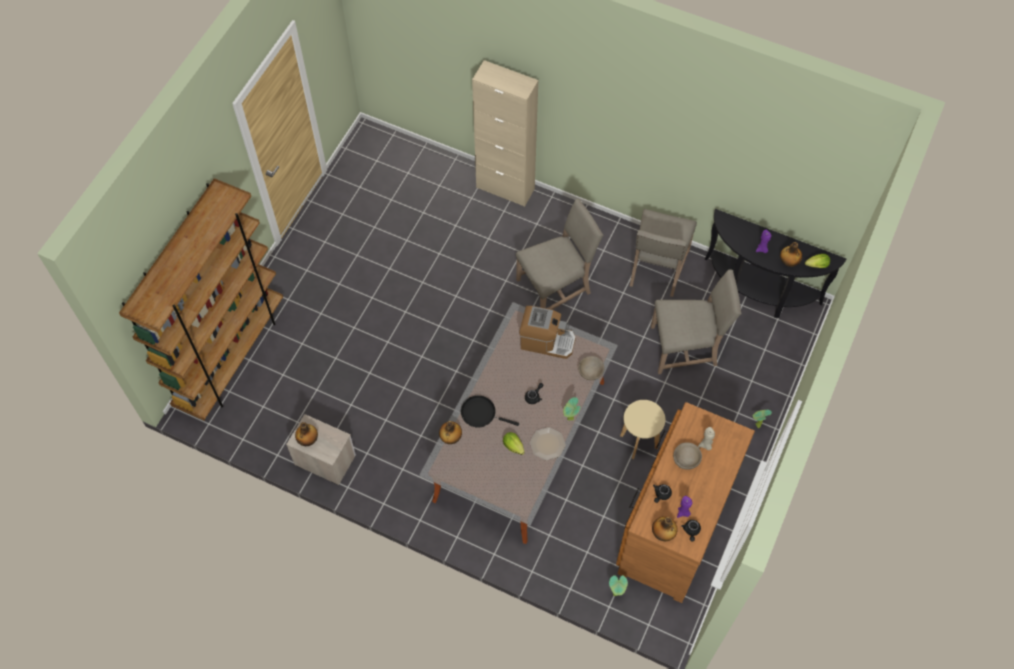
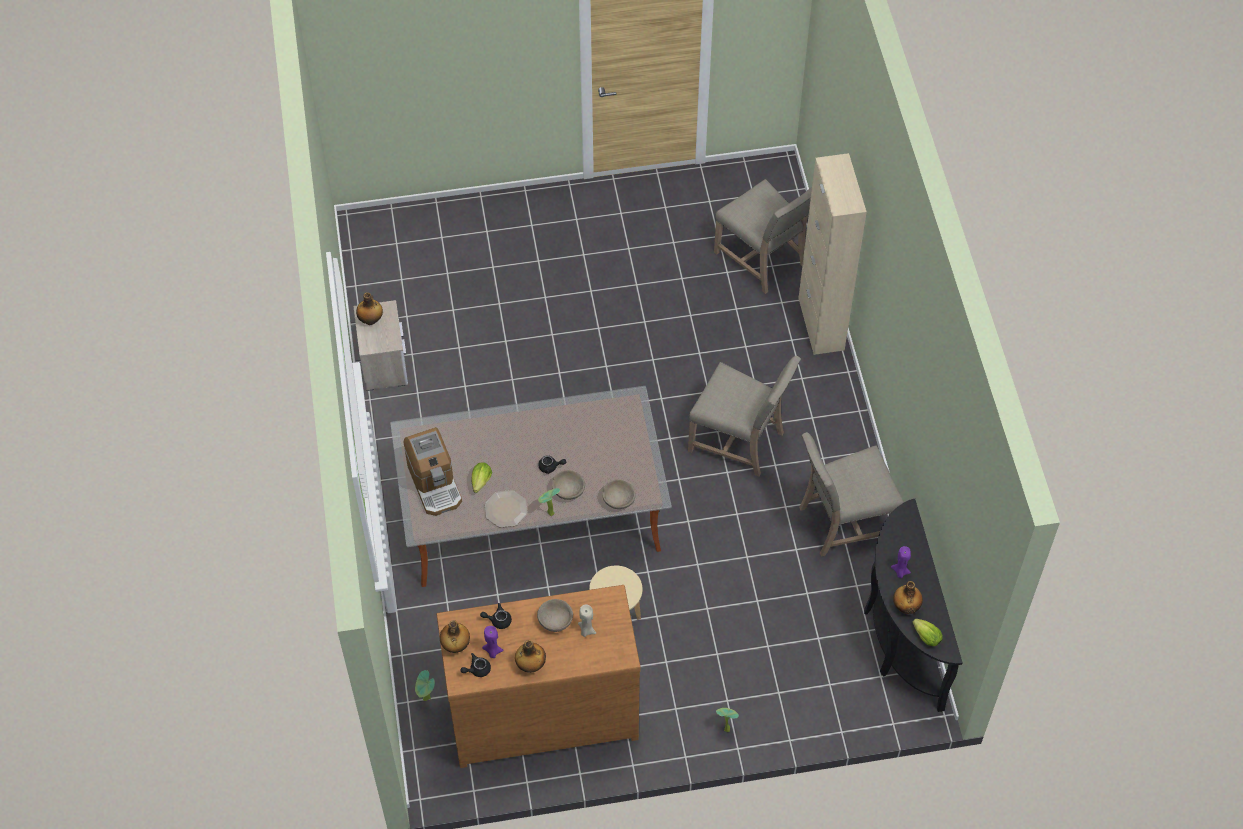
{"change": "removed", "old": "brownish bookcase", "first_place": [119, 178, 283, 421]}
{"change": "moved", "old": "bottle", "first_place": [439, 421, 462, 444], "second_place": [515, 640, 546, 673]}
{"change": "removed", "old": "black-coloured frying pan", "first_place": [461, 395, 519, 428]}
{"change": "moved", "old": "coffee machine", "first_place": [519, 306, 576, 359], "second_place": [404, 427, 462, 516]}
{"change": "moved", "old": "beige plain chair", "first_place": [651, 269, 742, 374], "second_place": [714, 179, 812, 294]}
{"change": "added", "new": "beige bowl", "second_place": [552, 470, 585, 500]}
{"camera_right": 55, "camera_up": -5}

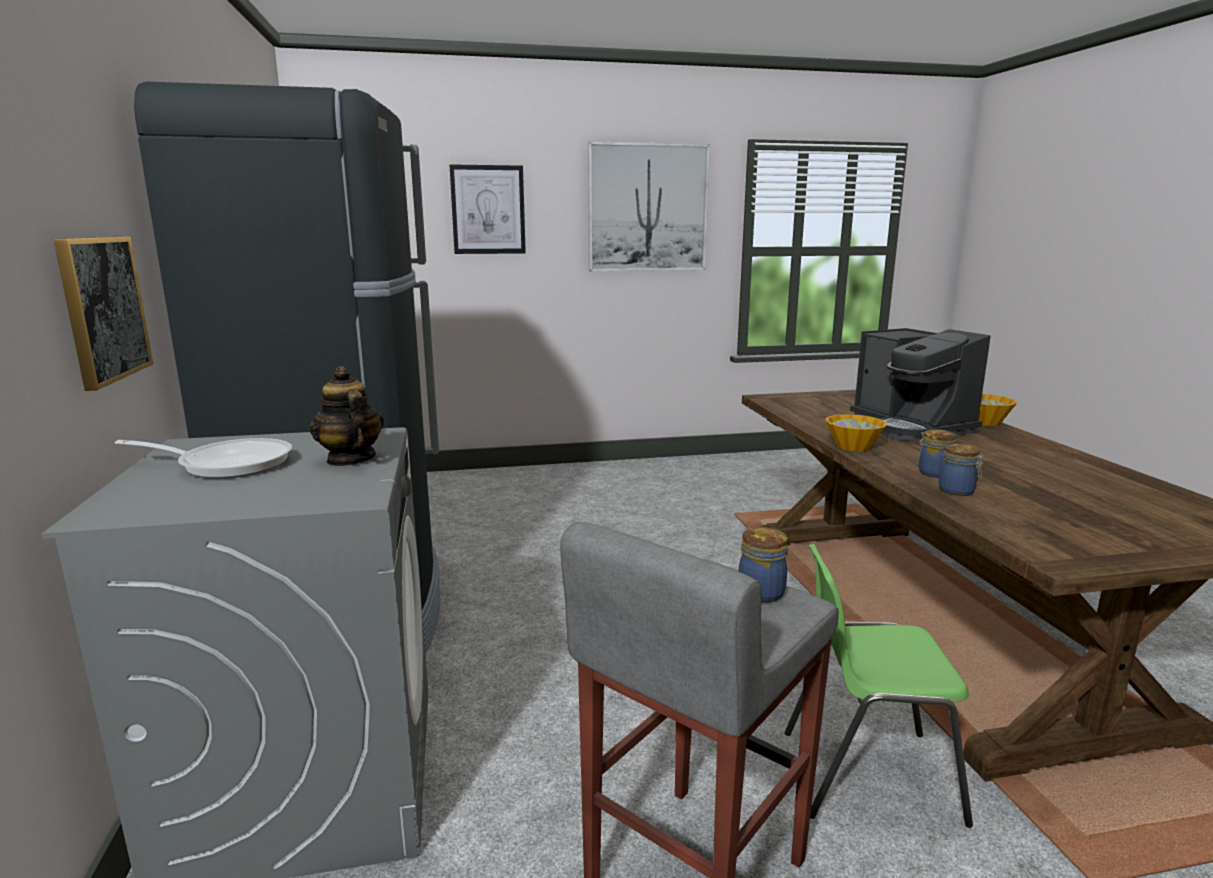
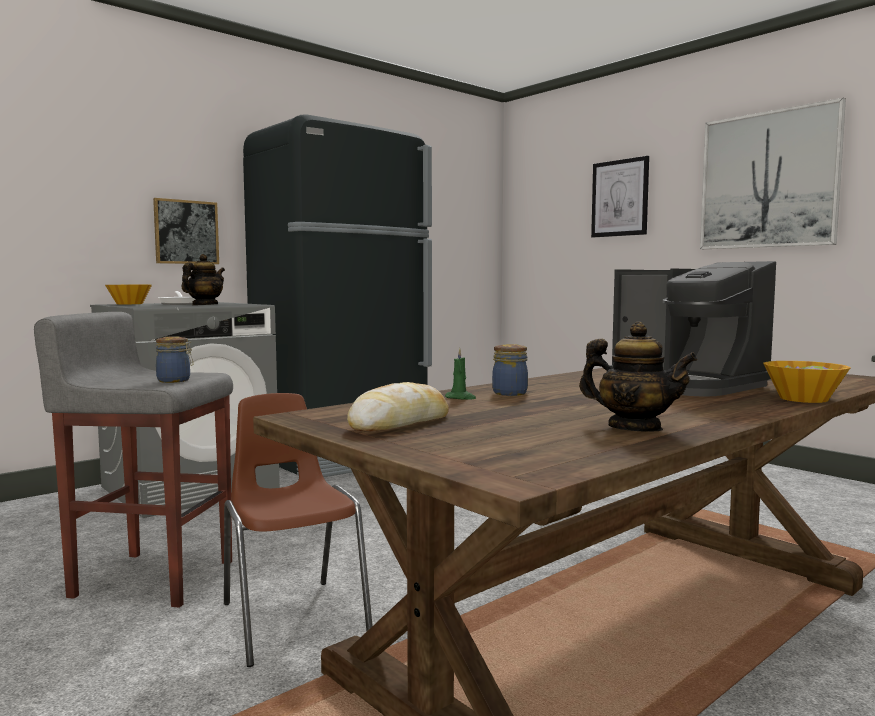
{"change": "recoloured", "old": "green plain chair", "new": "brownish plain chair", "first_place": [785, 544, 973, 828], "second_place": [224, 393, 373, 667]}
{"change": "moved", "old": "bowl", "first_place": [825, 414, 887, 451], "second_place": [105, 285, 152, 304]}
{"change": "turned", "old": "coffee machine", "first_place": [850, 328, 991, 441], "second_place": [609, 261, 776, 397], "degrees": -75}
{"change": "replaced", "old": "jar", "new": "green candle", "first_place": [939, 444, 984, 496], "second_place": [445, 348, 476, 400]}
{"change": "added", "new": "baked bread", "second_place": [347, 382, 449, 432]}
{"change": "added", "new": "tea pot", "second_place": [579, 322, 698, 432]}
{"camera_right": 60, "camera_up": -10}

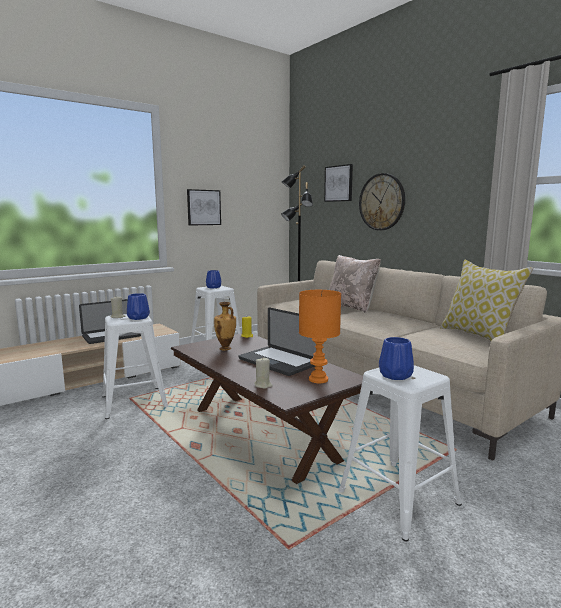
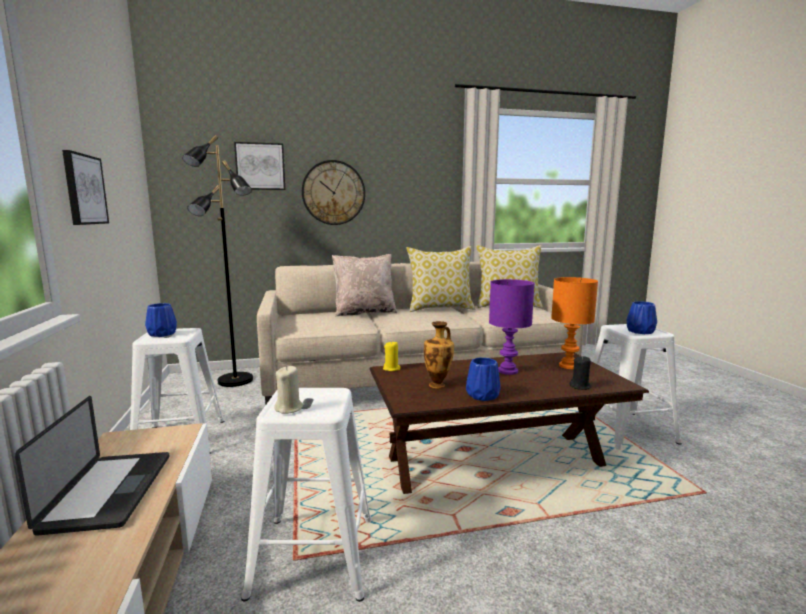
{"change": "moved", "old": "blue-coloured flower vase", "first_place": [127, 293, 150, 320], "second_place": [466, 358, 500, 401]}
{"change": "replaced", "old": "notebook computer", "new": "purple-coloured lamp for a table", "first_place": [239, 307, 316, 376], "second_place": [489, 279, 535, 375]}
{"change": "recoloured", "old": "beige candle", "new": "black-coloured candle", "first_place": [254, 358, 273, 389], "second_place": [570, 356, 591, 390]}
{"change": "added", "new": "cushion", "second_place": [406, 246, 475, 312]}
{"camera_right": -65, "camera_up": 0}

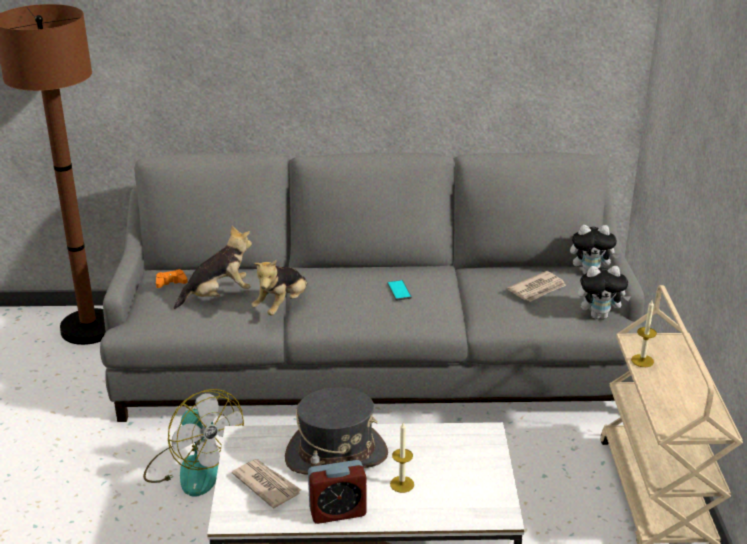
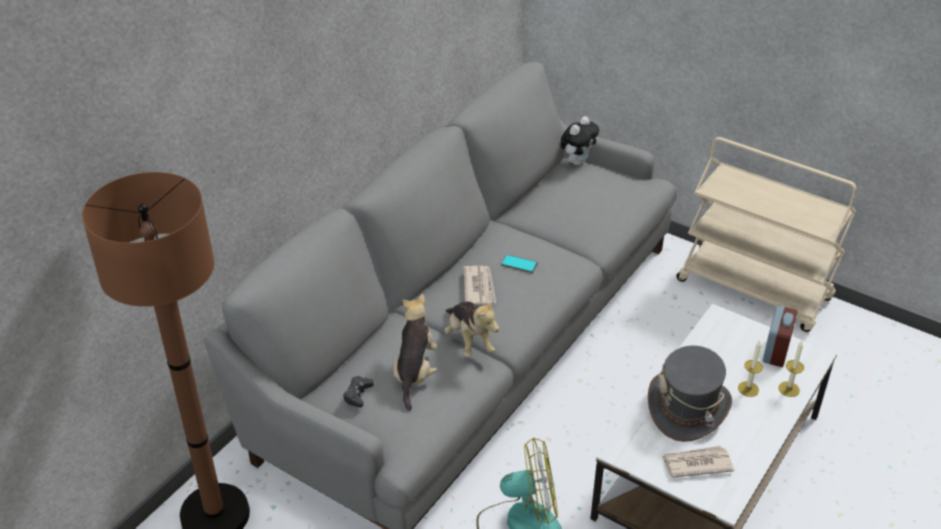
{"change": "recoloured", "old": "orange joypad", "new": "black-coloured joypad", "first_place": [156, 269, 188, 288], "second_place": [343, 376, 374, 407]}
{"change": "moved", "old": "table clock", "first_place": [308, 460, 367, 524], "second_place": [763, 306, 797, 367]}
{"change": "moved", "old": "printed paper", "first_place": [507, 271, 566, 302], "second_place": [463, 266, 496, 305]}
{"change": "removed", "old": "soft toy", "first_place": [578, 266, 631, 319]}
{"change": "moved", "old": "candle", "first_place": [631, 300, 657, 367], "second_place": [778, 341, 804, 397]}
{"camera_right": -55, "camera_up": 10}

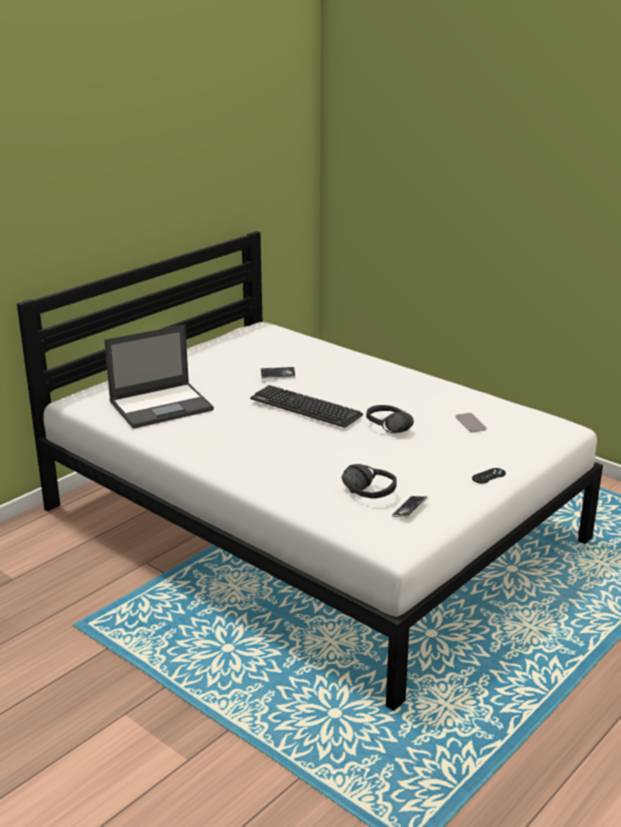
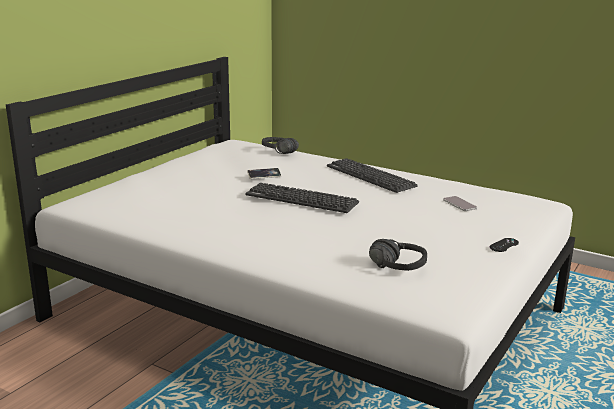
{"change": "removed", "old": "notebook computer", "first_place": [104, 325, 214, 429]}
{"change": "moved", "old": "black-coloured pair of headphones", "first_place": [366, 405, 414, 433], "second_place": [262, 137, 299, 154]}
{"change": "removed", "old": "handset", "first_place": [392, 496, 428, 518]}
{"change": "added", "new": "keyboard", "second_place": [327, 158, 417, 193]}
{"camera_right": -10, "camera_up": -5}

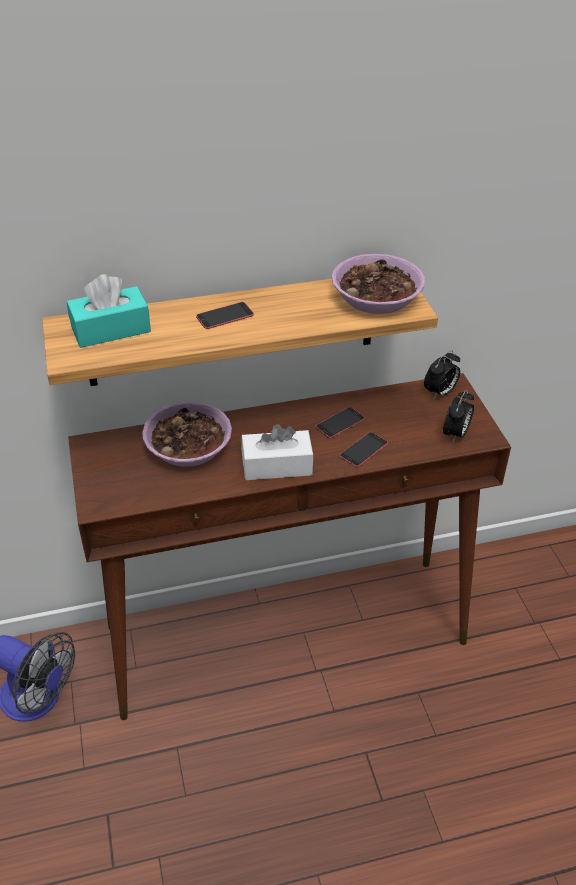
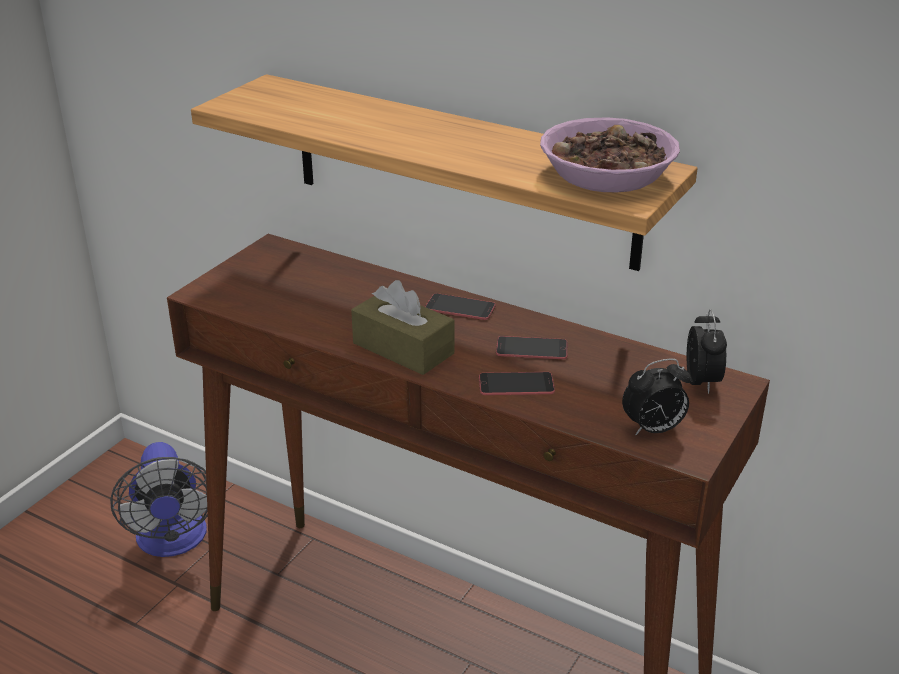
{"change": "removed", "old": "blue-green tissue holder", "first_place": [67, 274, 151, 348]}
{"change": "removed", "old": "bowl", "first_place": [142, 402, 232, 466]}
{"change": "moved", "old": "handset", "first_place": [196, 302, 254, 329], "second_place": [425, 293, 496, 320]}
{"change": "recoloured", "old": "white-coloured tissue holder", "new": "brownish tissue holder", "first_place": [241, 424, 313, 480], "second_place": [351, 280, 454, 375]}
{"change": "turned", "old": "table clock", "first_place": [424, 350, 460, 398], "second_place": [687, 309, 727, 394], "degrees": -90}
{"camera_right": 45, "camera_up": -10}

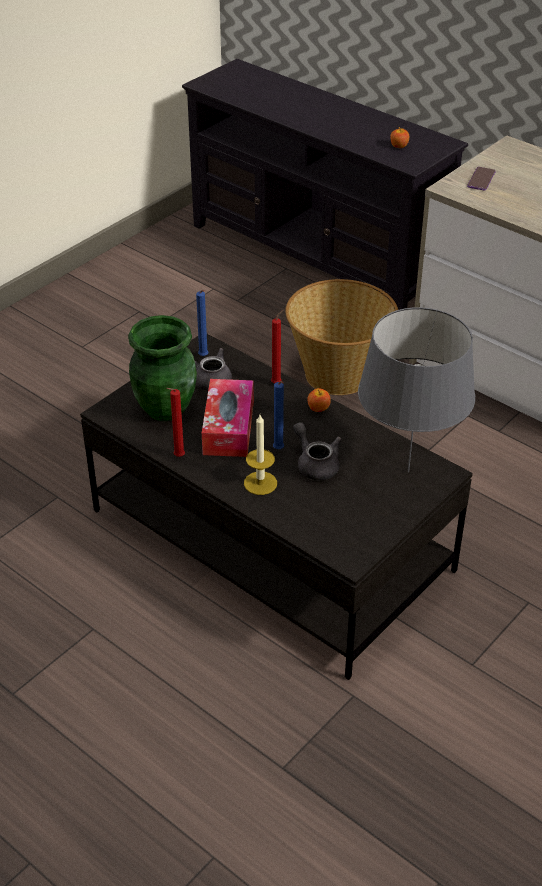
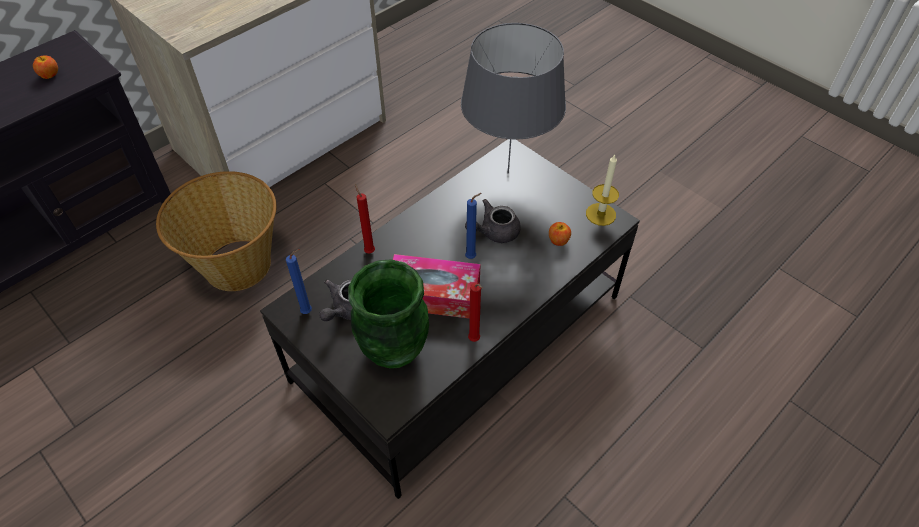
{"change": "moved", "old": "candle", "first_place": [244, 415, 277, 495], "second_place": [586, 155, 619, 226]}
{"change": "moved", "old": "apple fruit", "first_place": [307, 388, 331, 412], "second_place": [549, 222, 571, 246]}
{"change": "removed", "old": "handset", "first_place": [467, 167, 496, 191]}
{"camera_right": -85, "camera_up": 10}

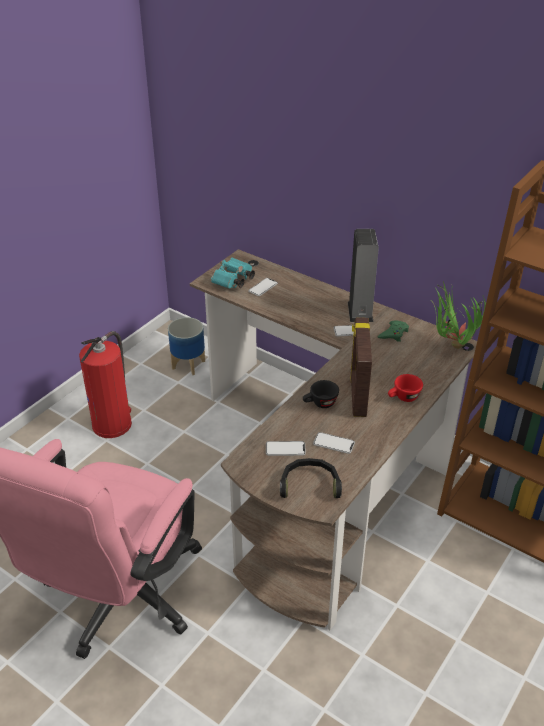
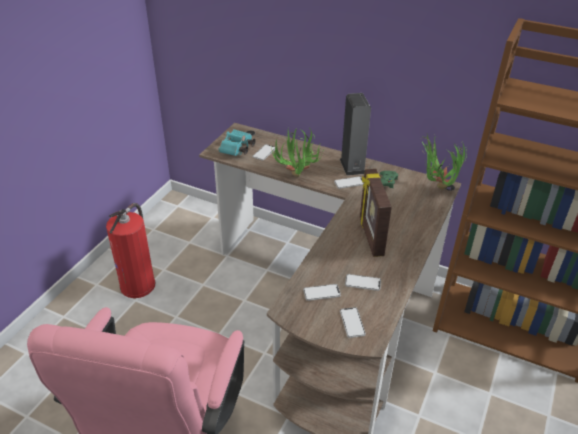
{"change": "removed", "old": "planter", "first_place": [168, 317, 205, 375]}
{"change": "replaced", "old": "black-coloured pair of headphones", "new": "handset", "first_place": [280, 458, 342, 498], "second_place": [340, 307, 366, 338]}
{"change": "removed", "old": "black-coloured cup", "first_place": [303, 380, 339, 408]}
{"change": "removed", "old": "red cup", "first_place": [388, 374, 423, 402]}
{"change": "added", "new": "plant in a pot", "second_place": [271, 128, 325, 177]}
{"camera_right": -10, "camera_up": 0}

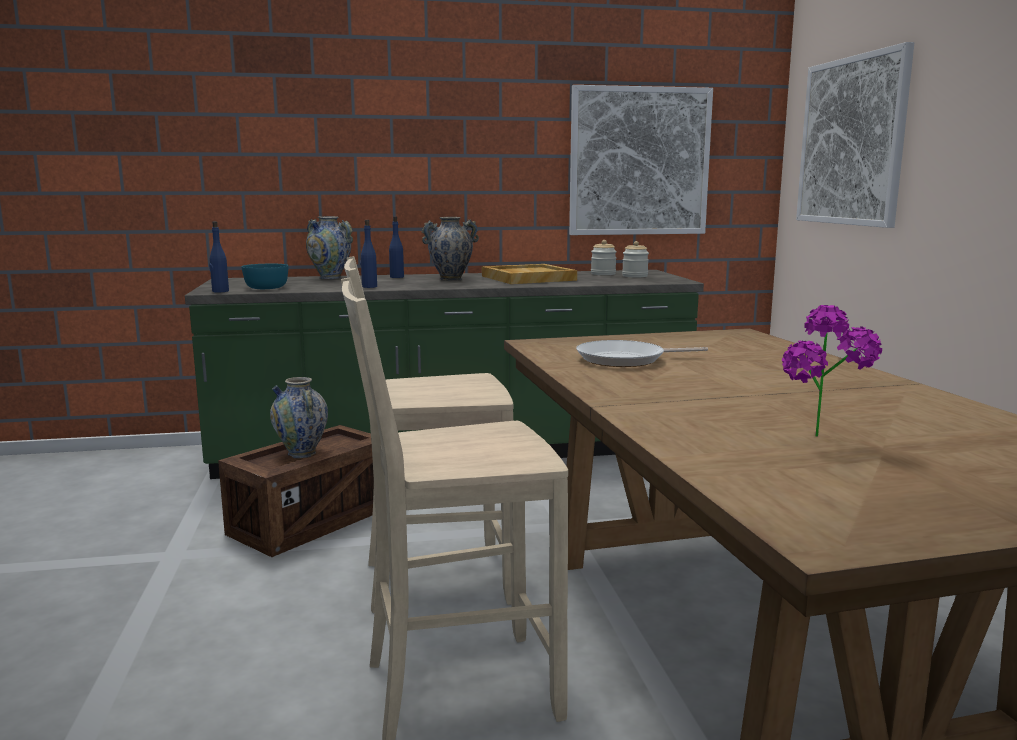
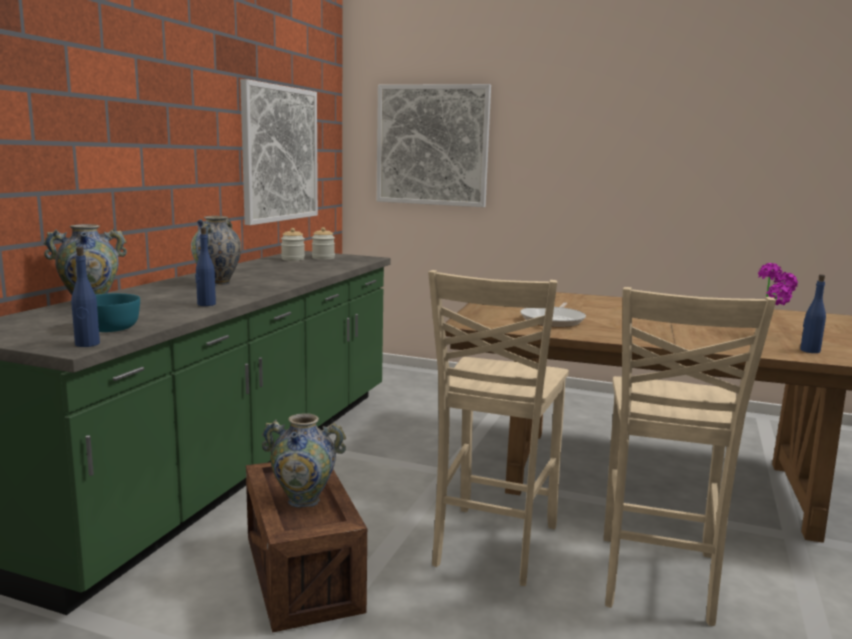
{"change": "moved", "old": "blue-coloured bottle", "first_place": [389, 216, 404, 278], "second_place": [800, 275, 826, 353]}
{"change": "removed", "old": "beige tray", "first_place": [482, 264, 577, 284]}
{"camera_right": -60, "camera_up": 0}

